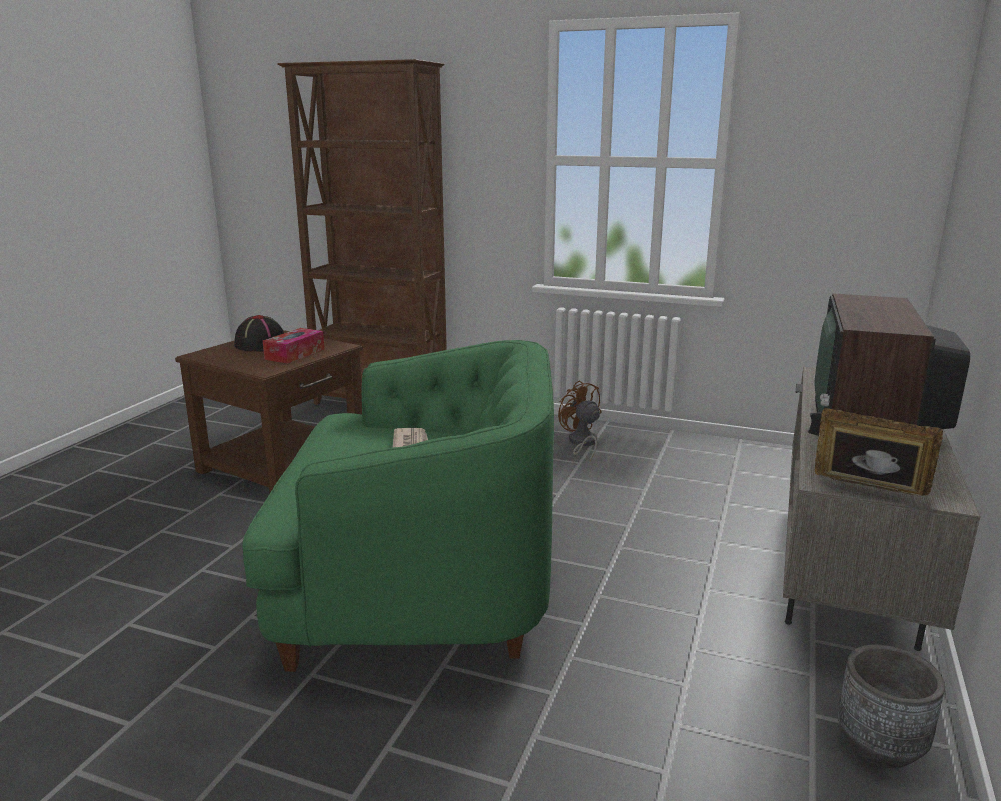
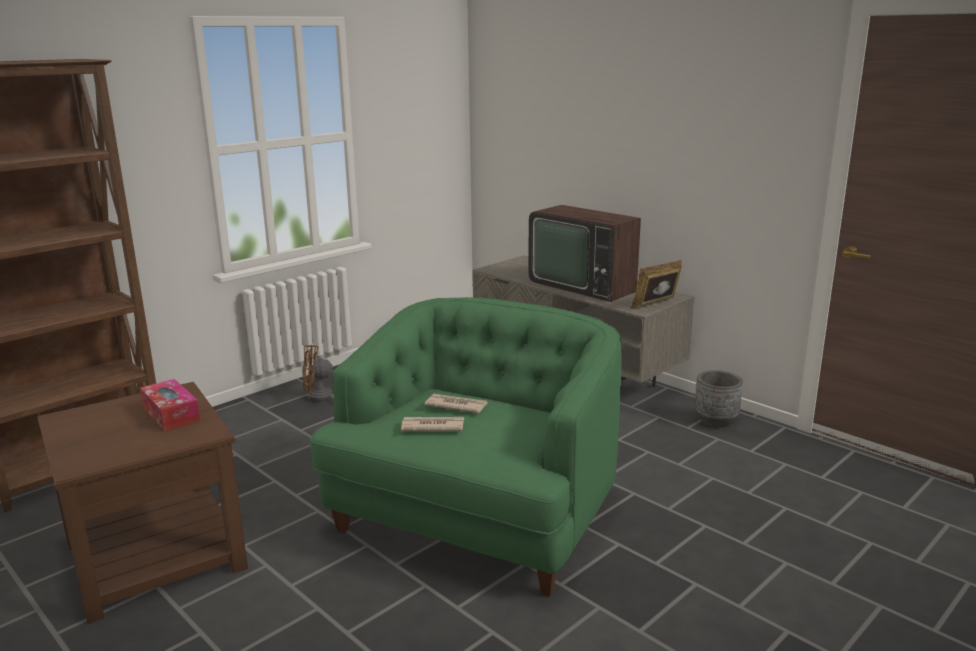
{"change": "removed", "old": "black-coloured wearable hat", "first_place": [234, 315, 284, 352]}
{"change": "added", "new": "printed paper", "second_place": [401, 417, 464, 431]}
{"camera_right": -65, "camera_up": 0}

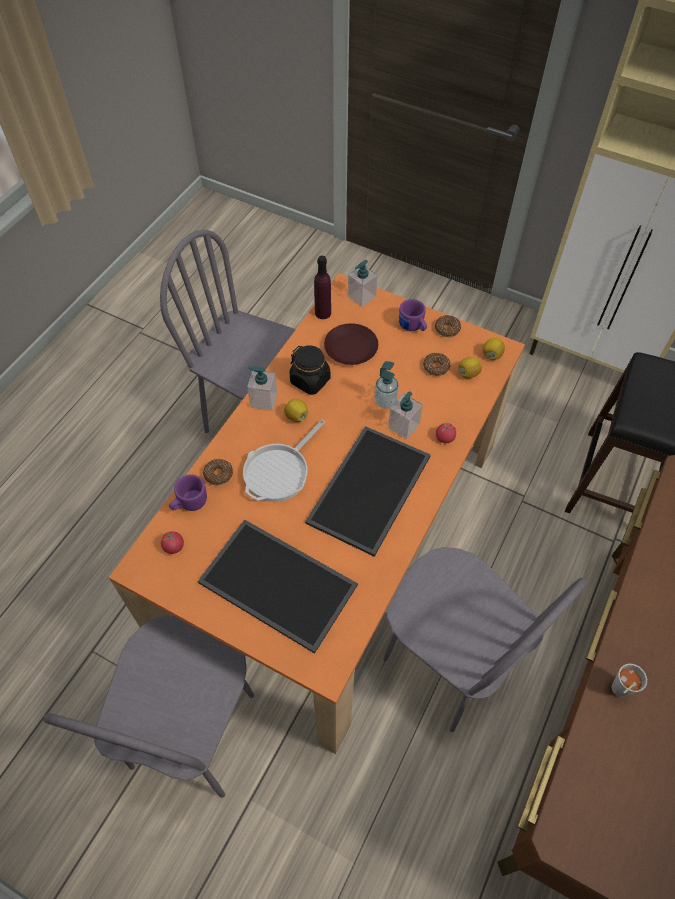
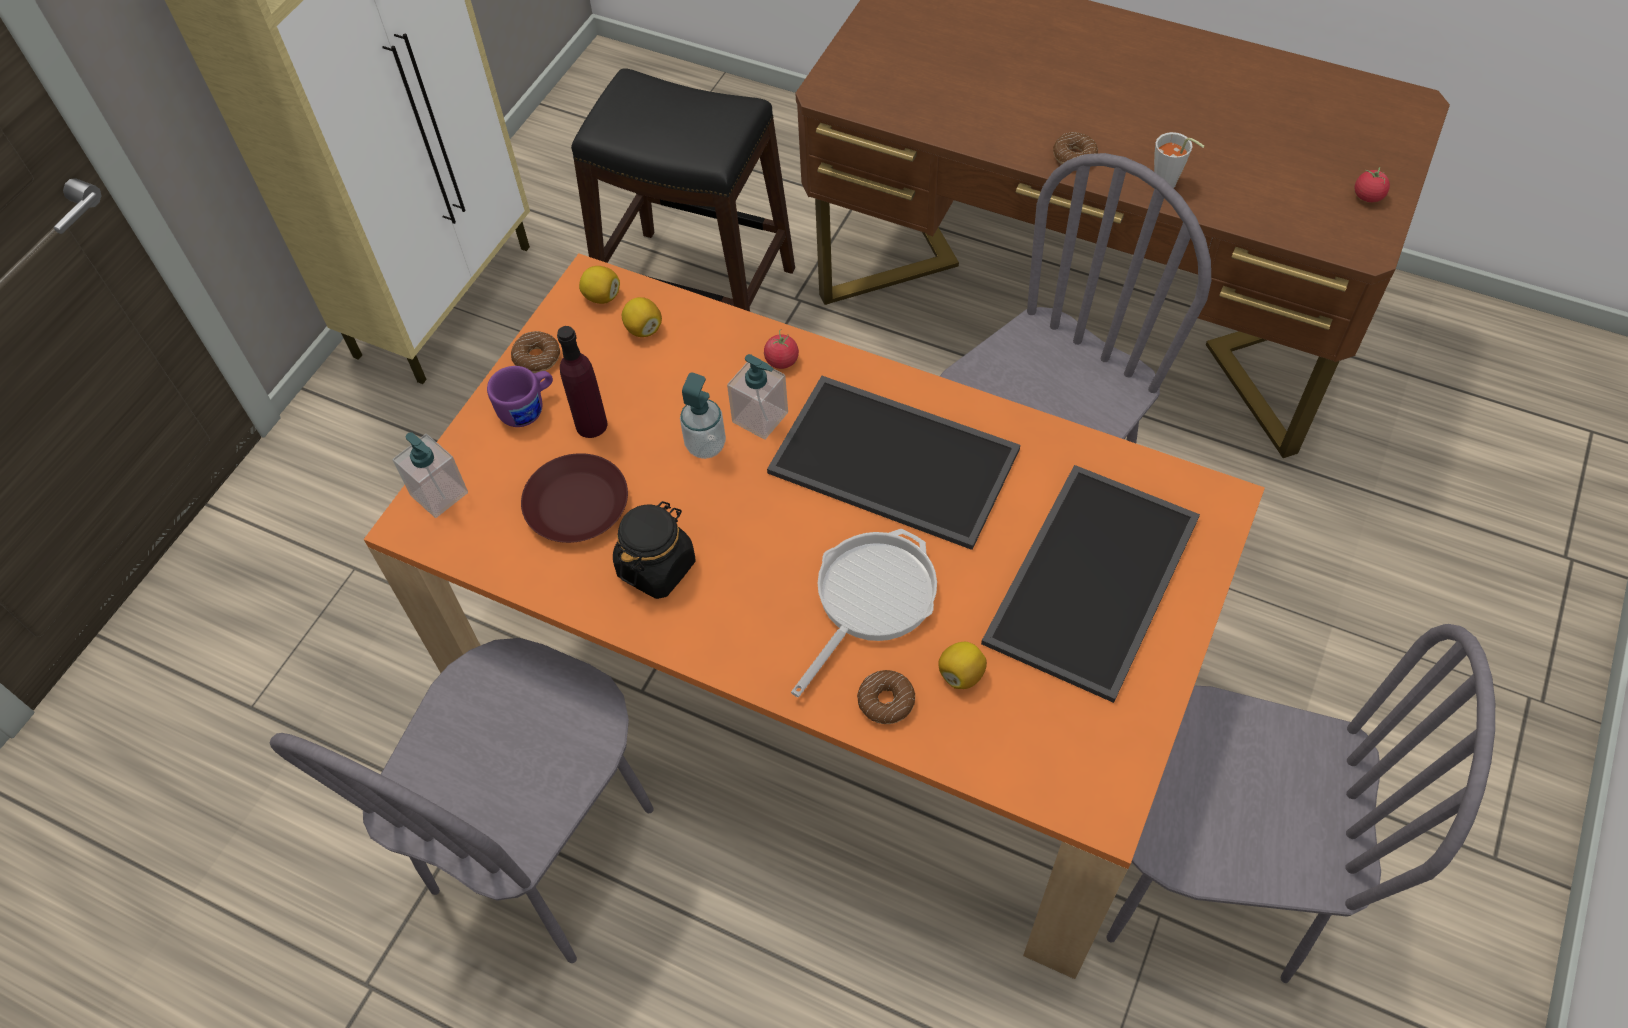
{"change": "moved", "old": "fresh tomato", "first_place": [161, 531, 184, 554], "second_place": [1355, 167, 1390, 202]}
{"change": "removed", "old": "purple-coloured tea mug", "first_place": [169, 474, 207, 511]}
{"change": "turned", "old": "frying pan", "first_place": [243, 419, 325, 502], "second_place": [791, 529, 937, 697], "degrees": -90}
{"change": "removed", "old": "soap bottle", "first_place": [247, 366, 277, 411]}
{"change": "moved", "old": "whole lemon", "first_place": [284, 399, 308, 422], "second_place": [938, 642, 987, 689]}
{"change": "moved", "old": "purple-coloured bottle", "first_place": [314, 256, 331, 319], "second_place": [557, 326, 608, 438]}
{"change": "moved", "old": "doughnut", "first_place": [423, 353, 450, 376], "second_place": [1053, 132, 1098, 165]}
{"camera_right": -90, "camera_up": 0}

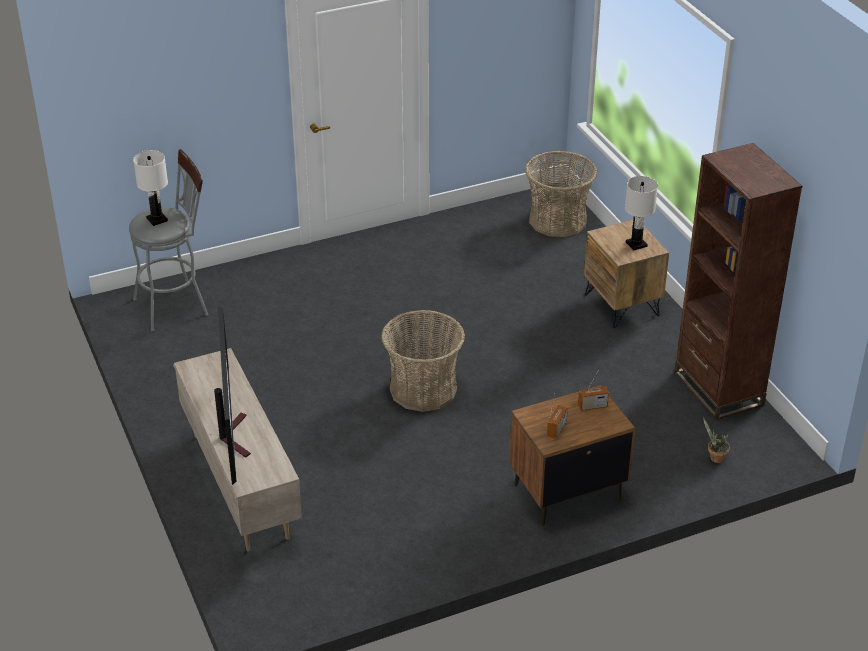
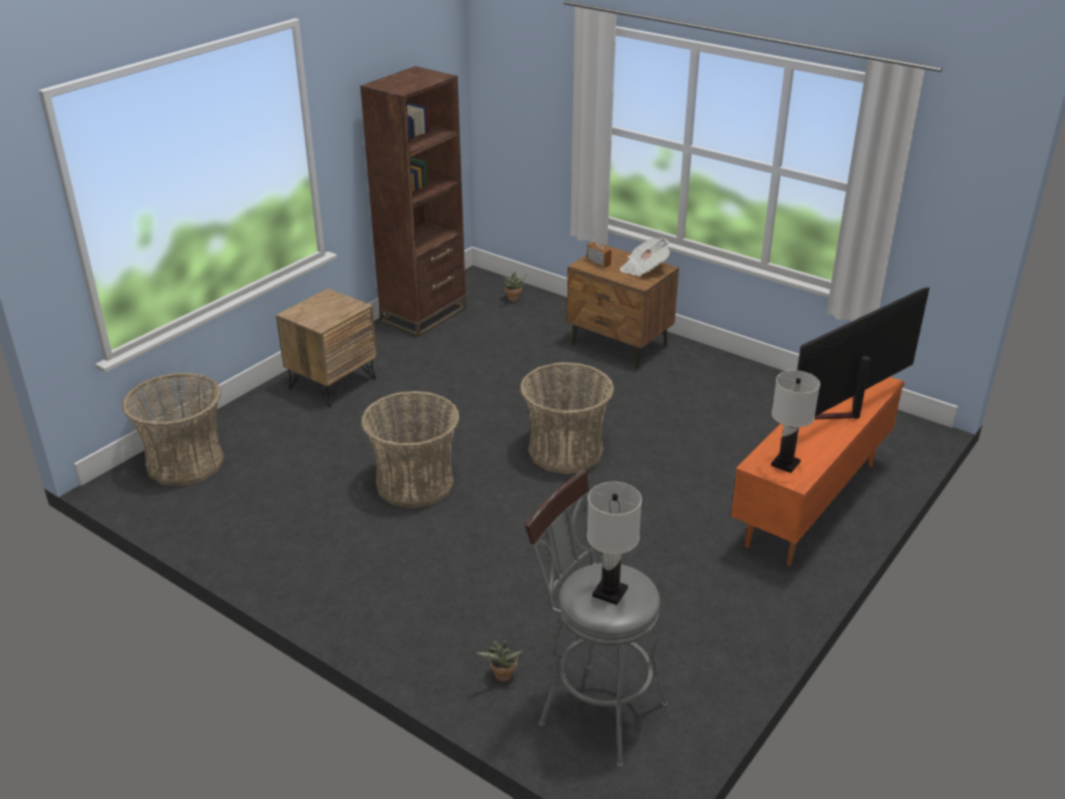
{"change": "recoloured", "old": "beige tv unit", "new": "orange tv unit", "first_place": [173, 348, 302, 552], "second_place": [731, 377, 905, 566]}
{"change": "replaced", "old": "radio", "new": "printed paper", "first_place": [547, 393, 568, 439], "second_place": [620, 238, 670, 277]}
{"change": "moved", "old": "white-coloured lamp for a table", "first_place": [625, 176, 658, 250], "second_place": [771, 370, 820, 473]}
{"change": "added", "new": "basket", "second_place": [361, 391, 460, 508]}
{"change": "added", "new": "plant in a pot", "second_place": [476, 640, 523, 682]}
{"camera_right": -120, "camera_up": -5}

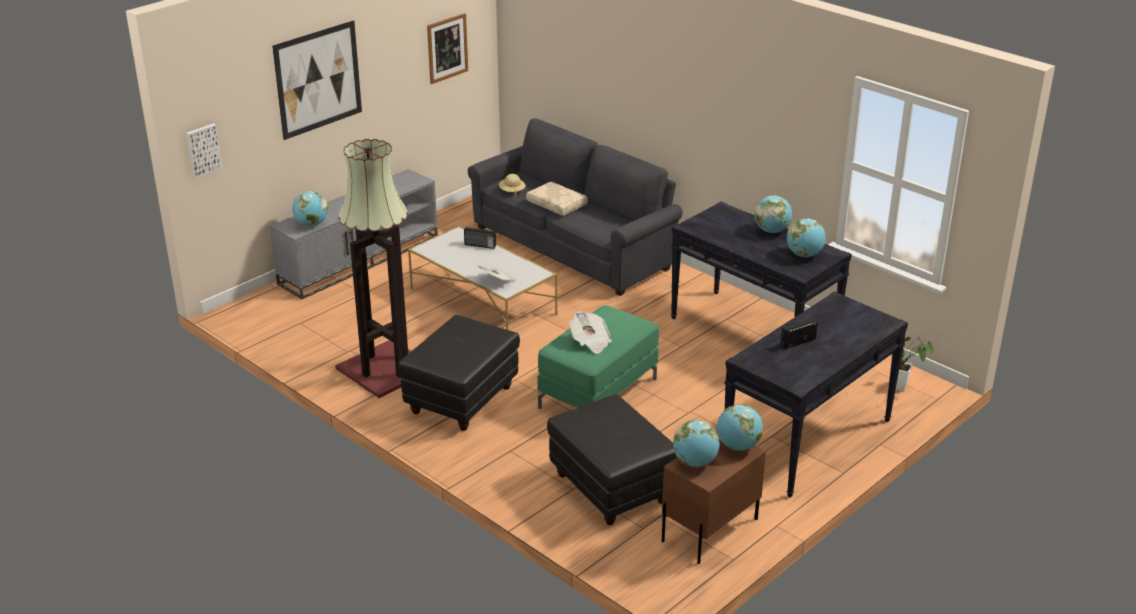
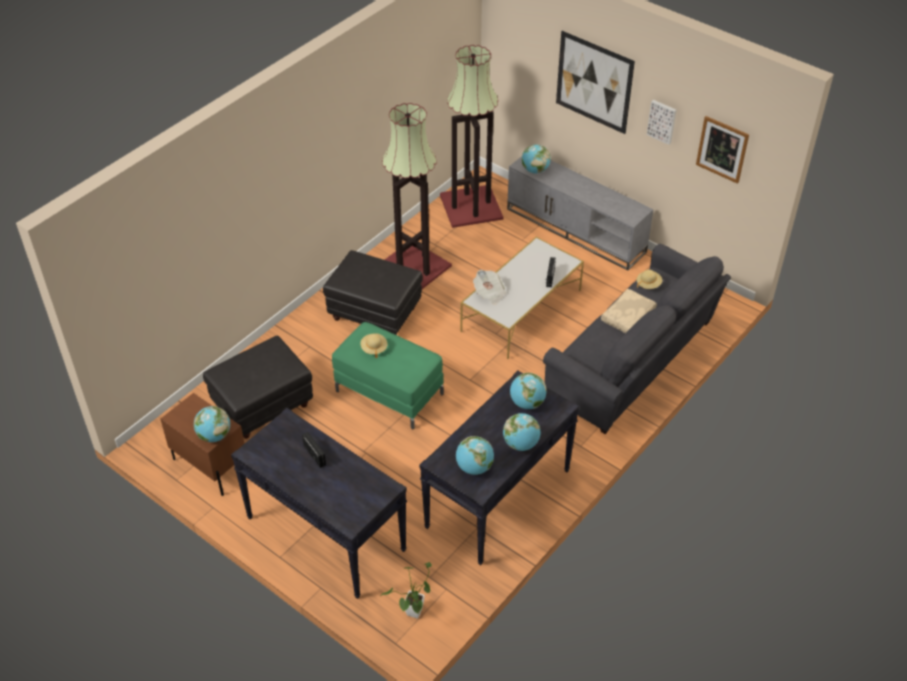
{"change": "moved", "old": "picture", "first_place": [186, 123, 222, 178], "second_place": [647, 100, 676, 145]}
{"change": "replaced", "old": "printed paper", "new": "beige wearable hat", "first_place": [569, 311, 612, 354], "second_place": [361, 333, 387, 358]}
{"change": "moved", "old": "world globe", "first_place": [673, 420, 719, 467], "second_place": [510, 373, 547, 409]}
{"change": "added", "new": "standard lamp", "second_place": [440, 45, 503, 228]}
{"camera_right": 85, "camera_up": 15}

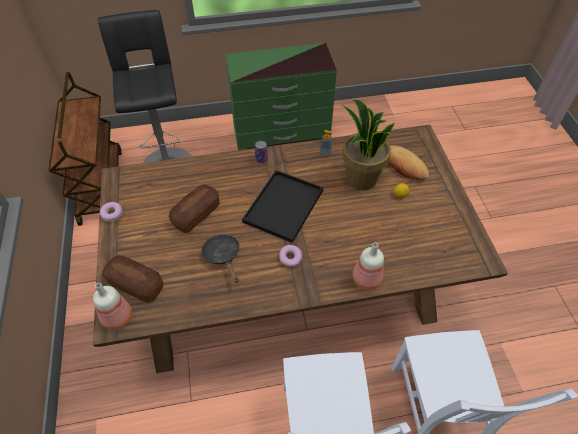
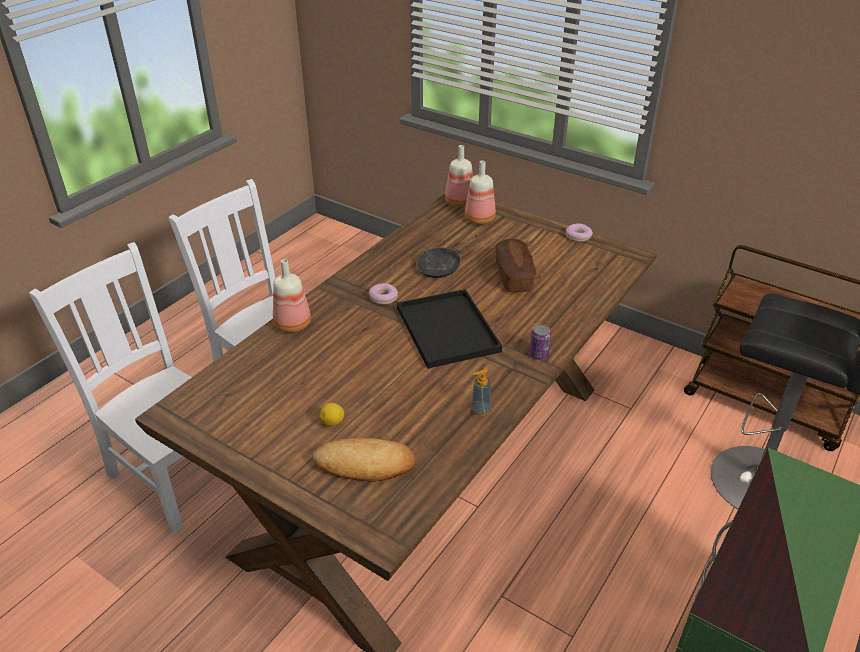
{"change": "replaced", "old": "baked bread", "new": "bottle", "first_place": [102, 255, 163, 303], "second_place": [465, 161, 496, 225]}
{"change": "turned", "old": "black-coloured frying pan", "first_place": [202, 234, 240, 283], "second_place": [416, 235, 480, 278], "degrees": 120}
{"change": "removed", "old": "plant in a pot", "first_place": [342, 100, 395, 190]}
{"camera_right": 135, "camera_up": -15}

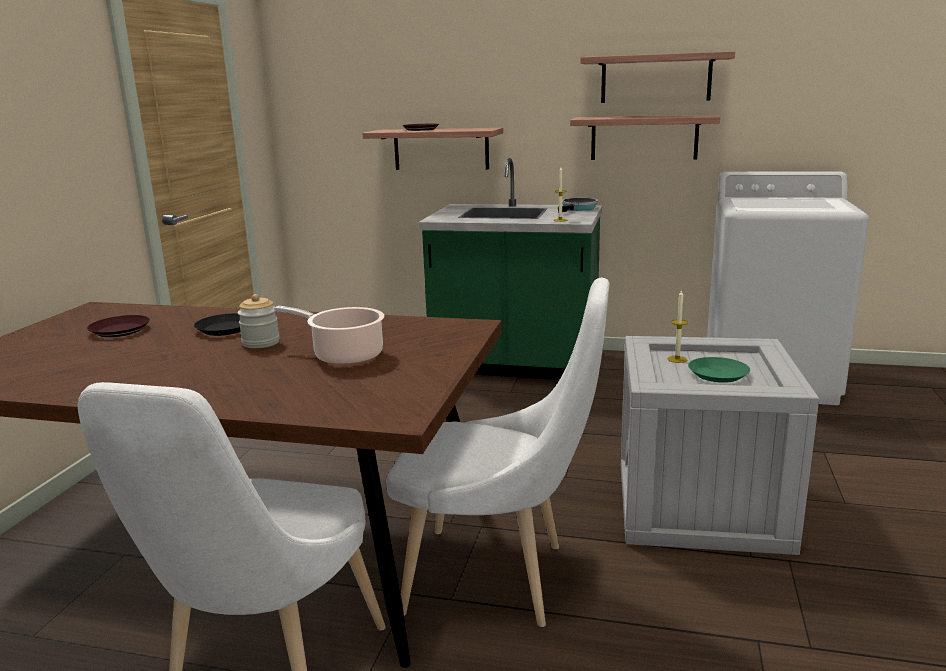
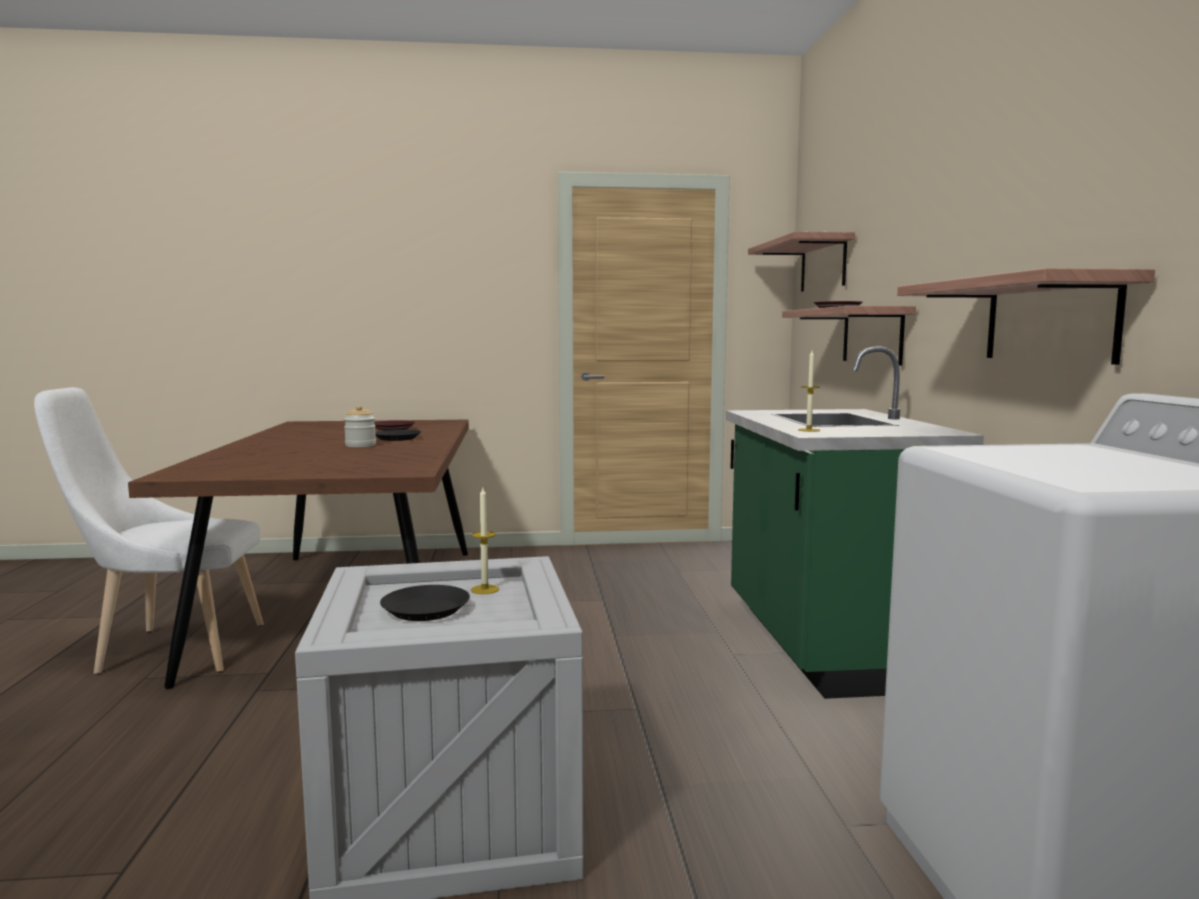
{"change": "removed", "old": "cooking pot", "first_place": [274, 306, 384, 365]}
{"change": "removed", "old": "white-coloured plain chair", "first_place": [386, 278, 609, 627]}
{"change": "removed", "old": "frying pan", "first_place": [558, 198, 598, 213]}
{"change": "moved", "old": "wall shelf", "first_place": [580, 51, 735, 103], "second_place": [748, 231, 855, 292]}
{"change": "recoloured", "old": "green plate", "new": "black-coloured plate", "first_place": [688, 357, 750, 383], "second_place": [380, 585, 470, 621]}
{"camera_right": 70, "camera_up": -10}

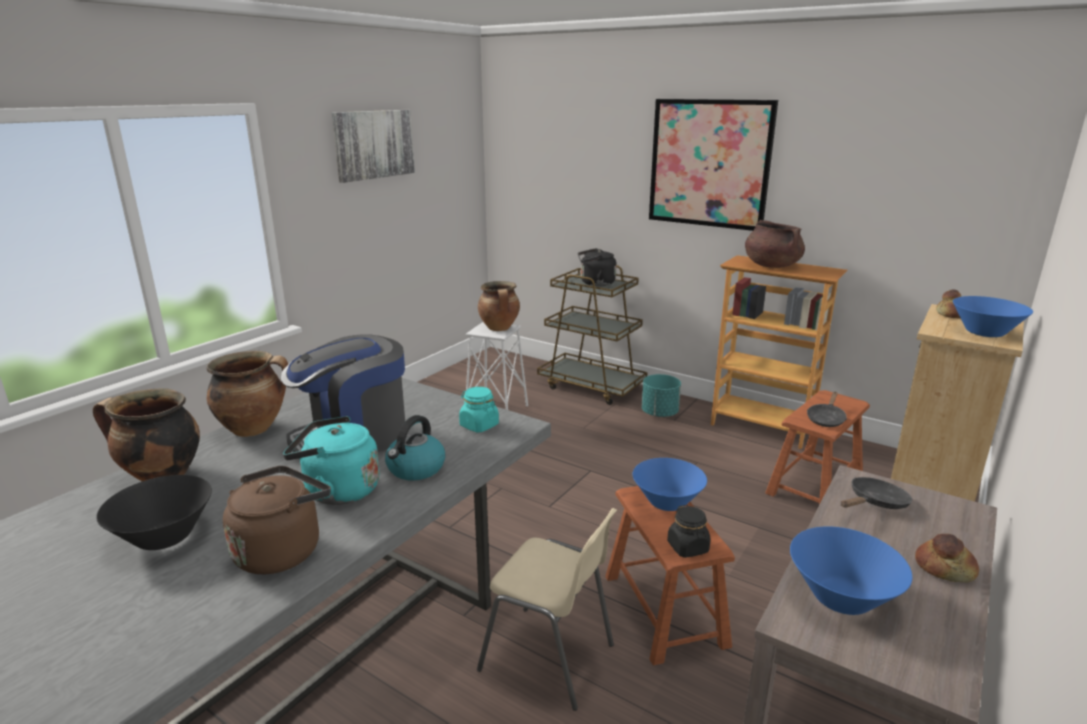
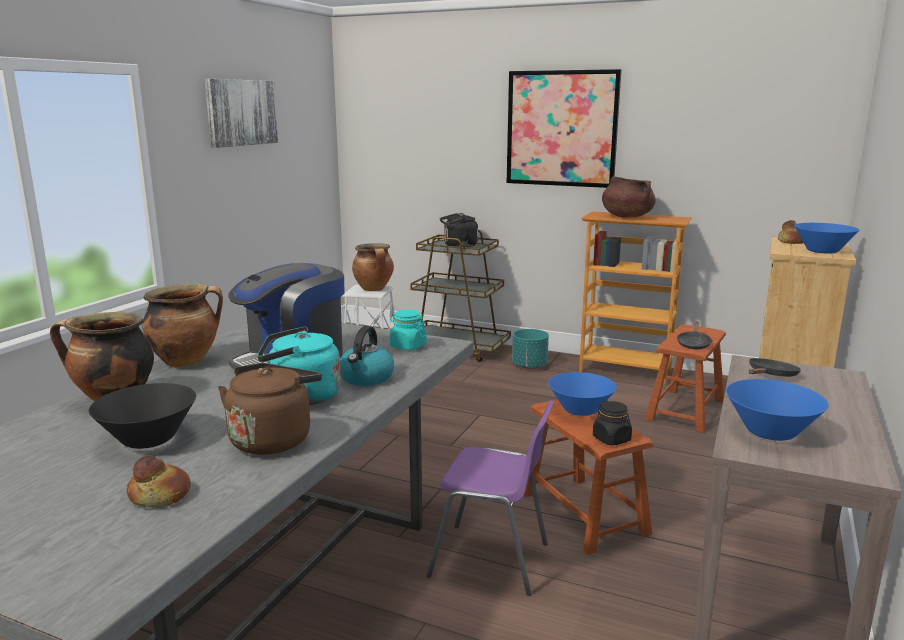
{"change": "recoloured", "old": "beige plain chair", "new": "purple-coloured plain chair", "first_place": [477, 508, 617, 711], "second_place": [427, 400, 555, 596]}
{"change": "moved", "old": "baked bread", "first_place": [915, 534, 979, 583], "second_place": [127, 455, 191, 507]}
{"camera_right": -10, "camera_up": -5}

